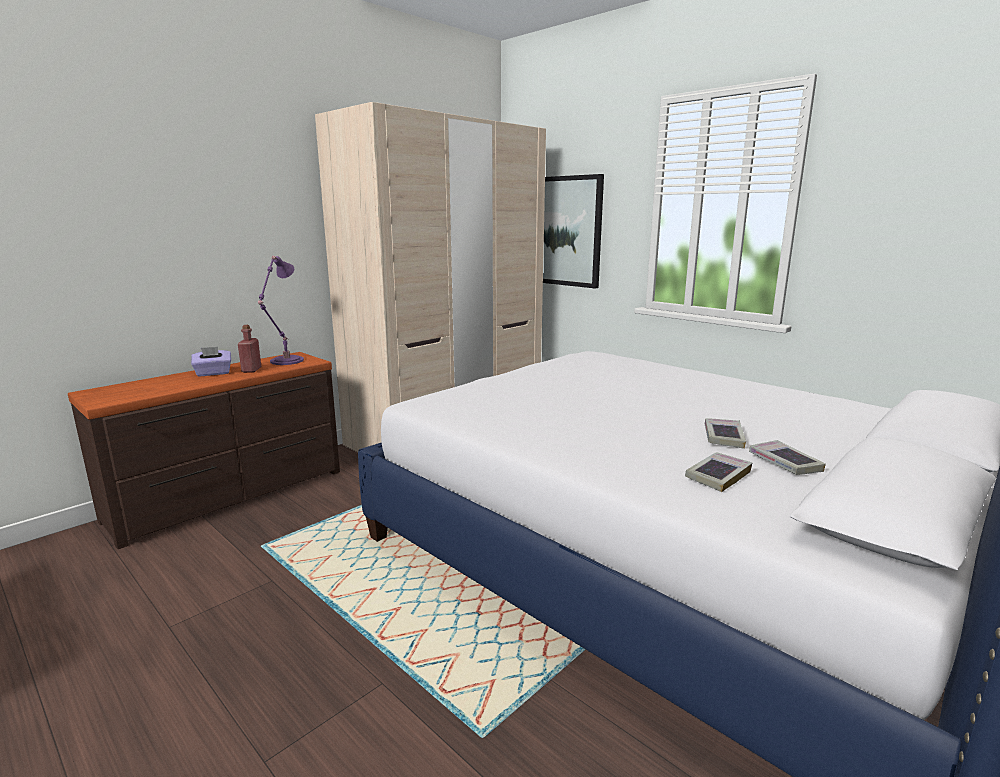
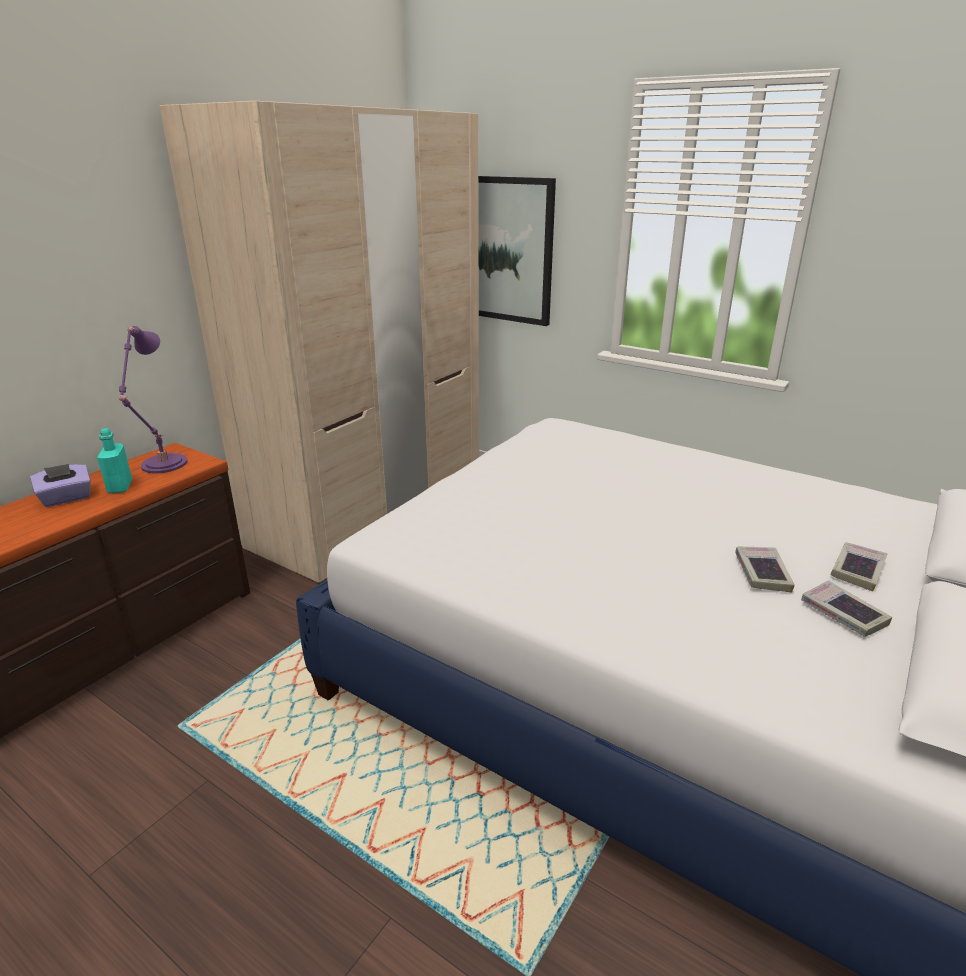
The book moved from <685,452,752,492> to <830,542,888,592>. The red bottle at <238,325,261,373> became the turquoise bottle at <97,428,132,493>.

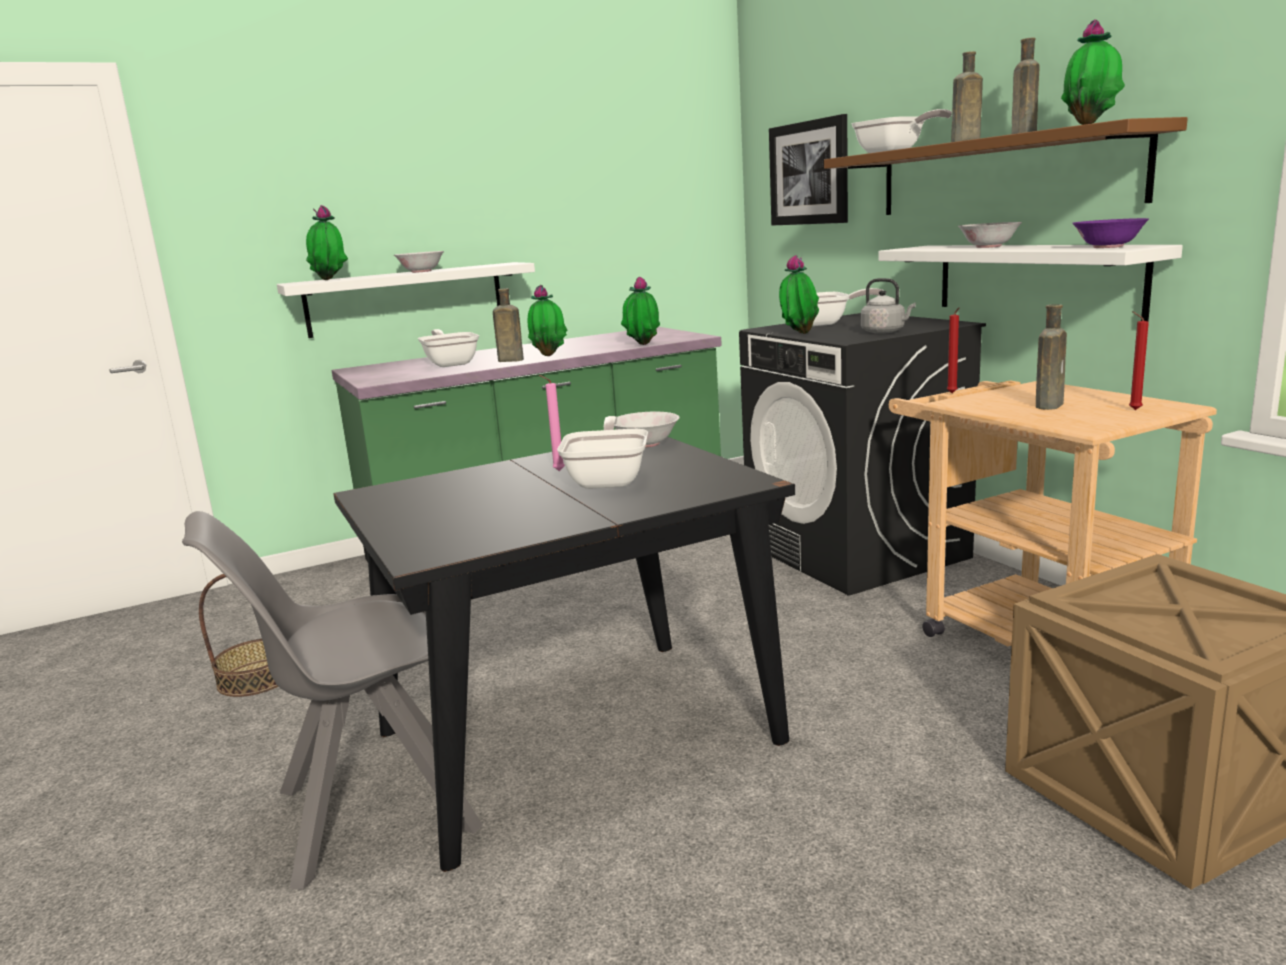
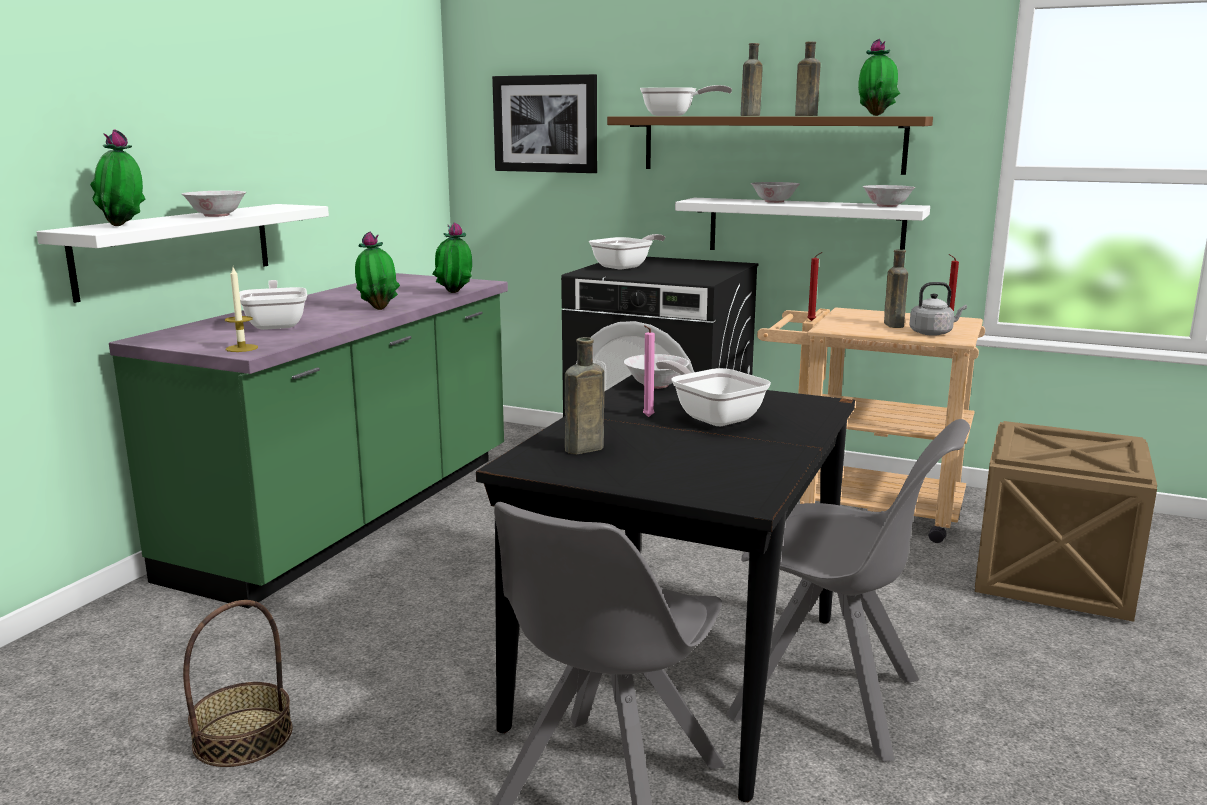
The potted plant at <779,255,819,334> disappeared. The candle at <225,267,258,352> appeared. The grey chair at <727,419,970,762> appeared. The brown bottle moved from <493,288,524,362> to <565,337,604,455>. The grey kettle moved from <861,278,916,334> to <909,282,967,336>. The purple bowl at <1072,218,1149,248> became the white bowl at <863,185,916,207>. The frying pan at <418,329,479,367> turned 45 degrees clockwise.

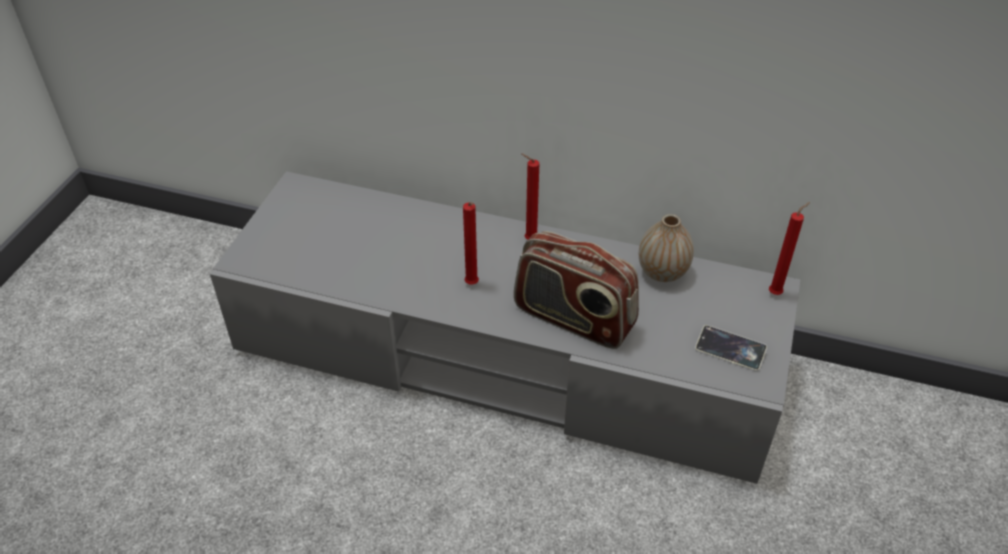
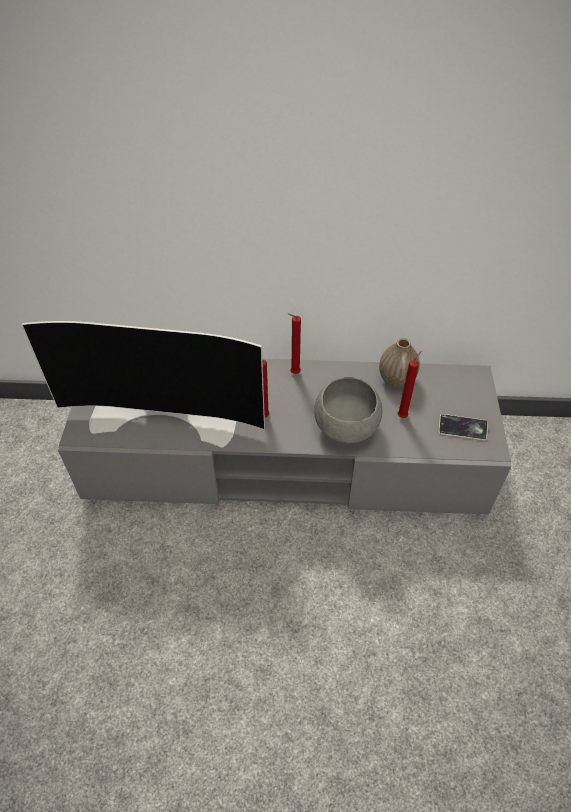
The television at <22,321,265,447> appeared. The red candle moved from <769,202,810,295> to <398,351,422,418>. The radio at <514,231,639,349> was replaced by the grey bowl at <314,377,382,443>.

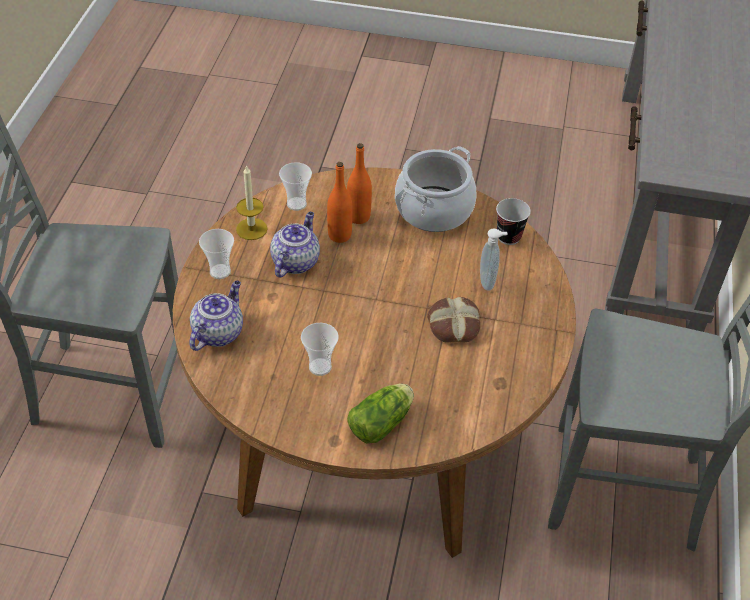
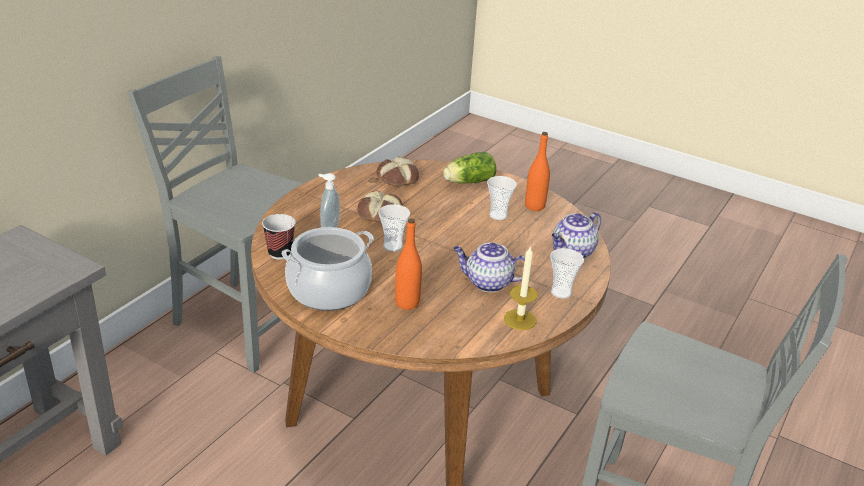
The bread at <376,156,419,187> appeared. The cup moved from <279,162,312,211> to <378,204,410,252>. The orange bottle moved from <327,162,353,243> to <525,132,550,211>. The teapot at <270,212,320,278> turned 60 degrees clockwise.

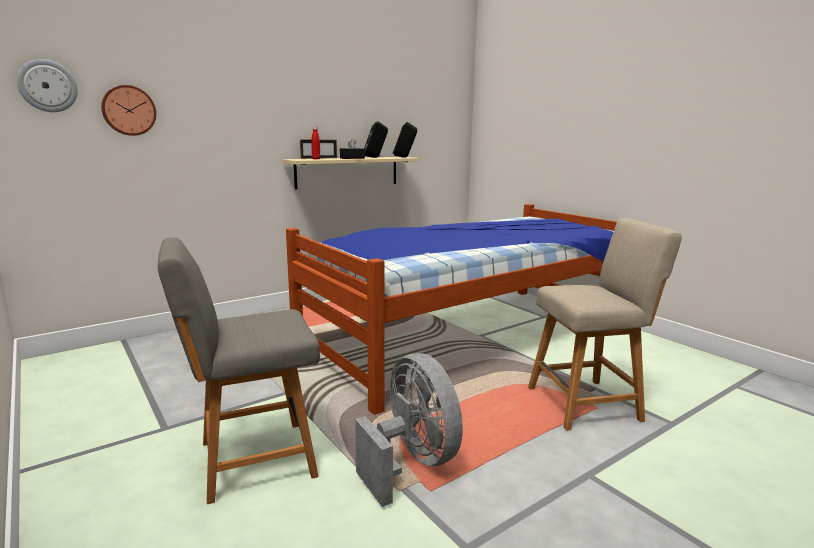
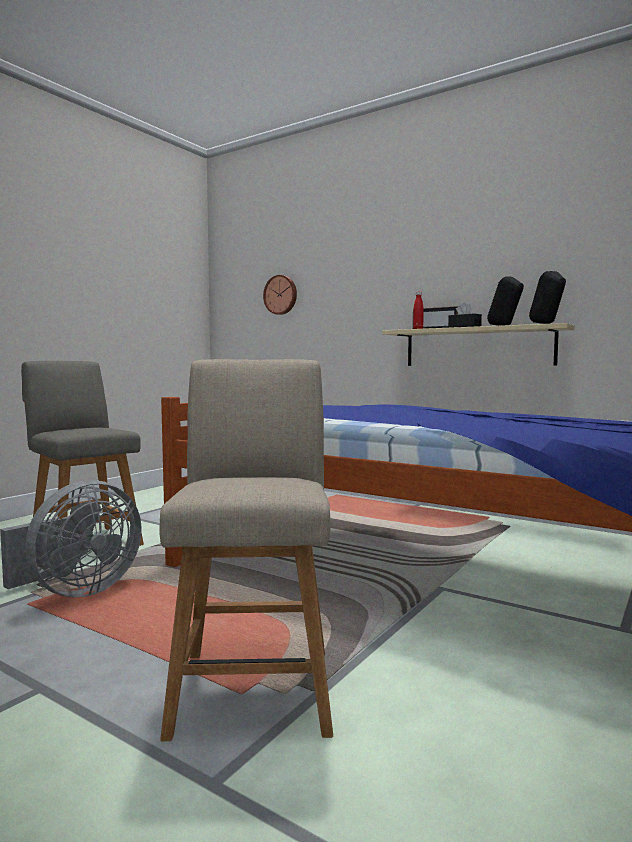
The wall clock at <17,59,78,112> disappeared. The beige chair at <528,218,682,431> turned 150 degrees counterclockwise.

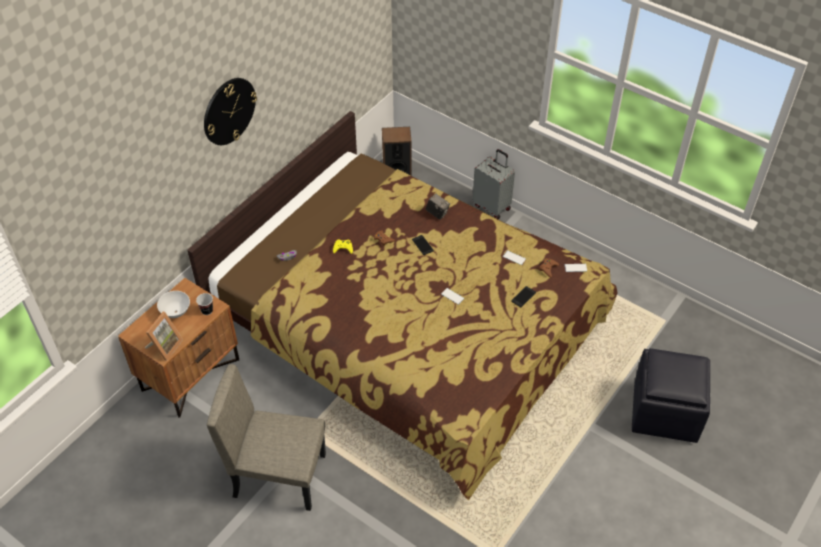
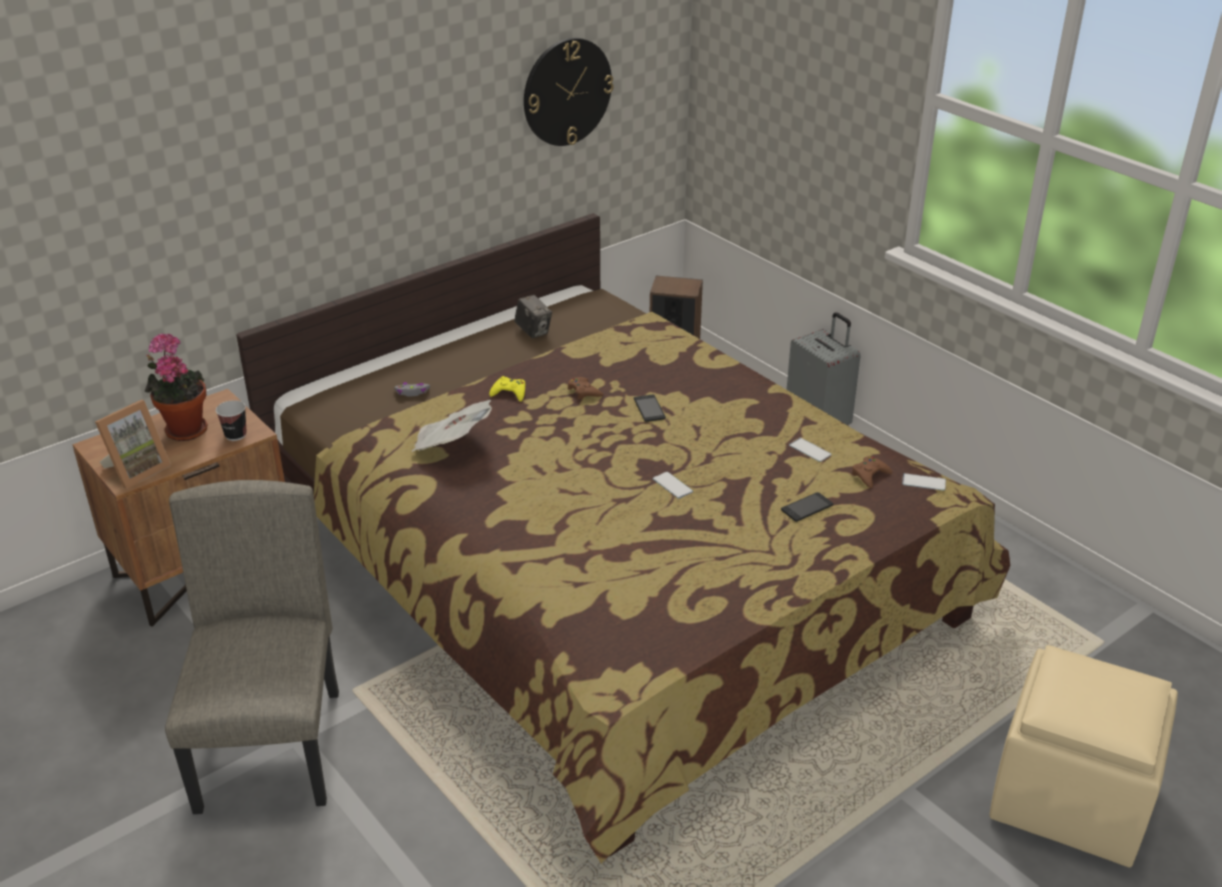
The newspaper at <412,400,492,452> appeared. The wall clock moved from <204,78,257,145> to <524,38,614,146>. The photo camera moved from <425,193,450,220> to <514,295,552,338>. The white bowl at <157,291,190,318> was replaced by the potted plant at <145,334,207,441>. The black ottoman at <632,348,710,443> became the beige ottoman at <989,645,1178,867>. The beige chair at <207,364,326,511> turned 60 degrees clockwise.

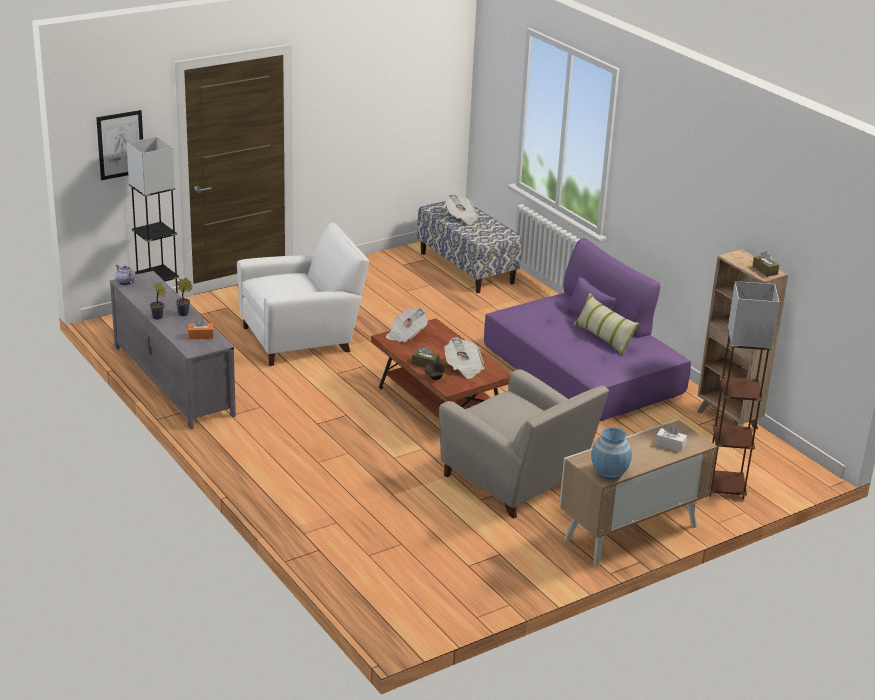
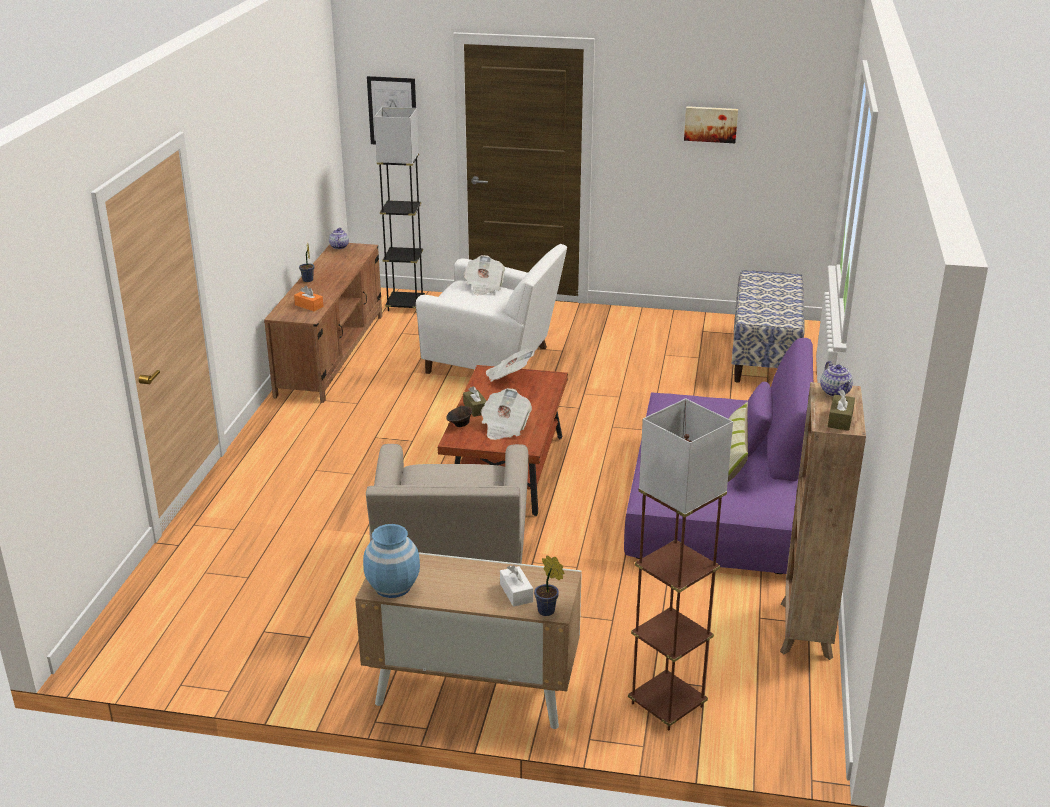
The picture at <684,106,738,143> appeared. The teapot at <820,361,853,397> appeared. The potted plant moved from <176,278,192,316> to <534,555,565,616>. The newspaper moved from <445,194,479,225> to <463,255,505,295>. The grey tv stand at <110,271,236,429> became the brown tv stand at <264,243,382,403>.

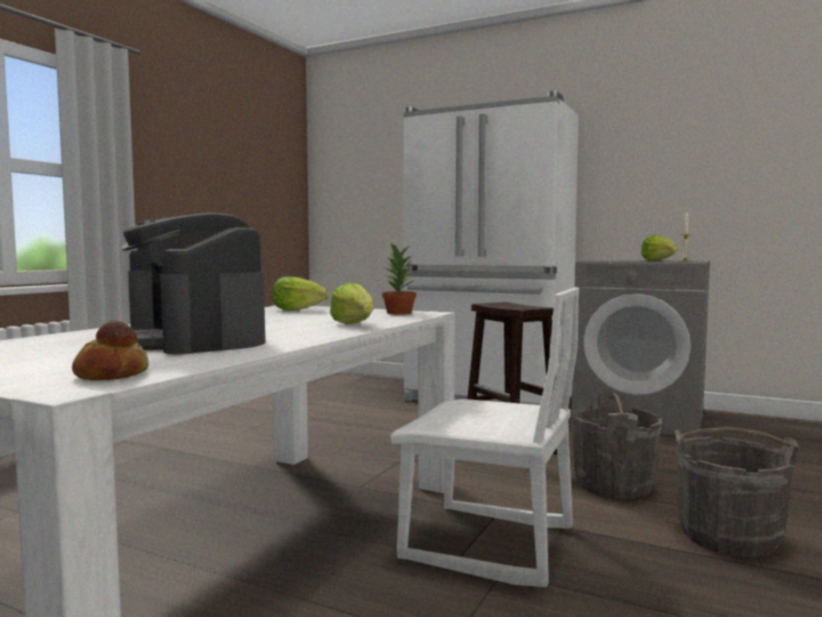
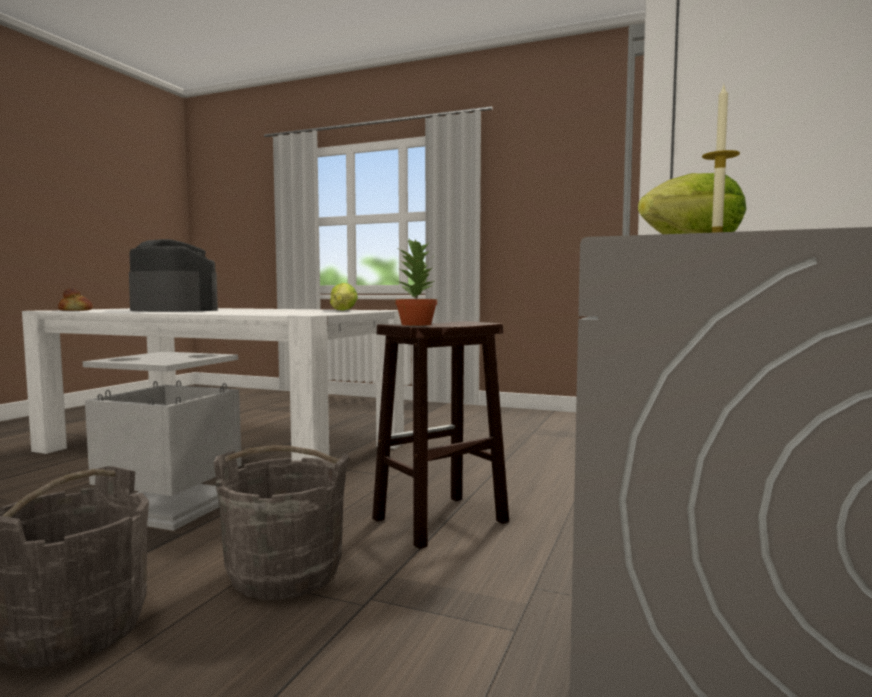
The lettuce at <330,283,374,324> disappeared. The potted plant moved from <382,243,416,315> to <395,239,437,326>. The white chair at <390,287,579,587> was replaced by the grey trash can at <82,352,242,531>. The coffee machine at <121,213,265,354> turned 75 degrees clockwise.

